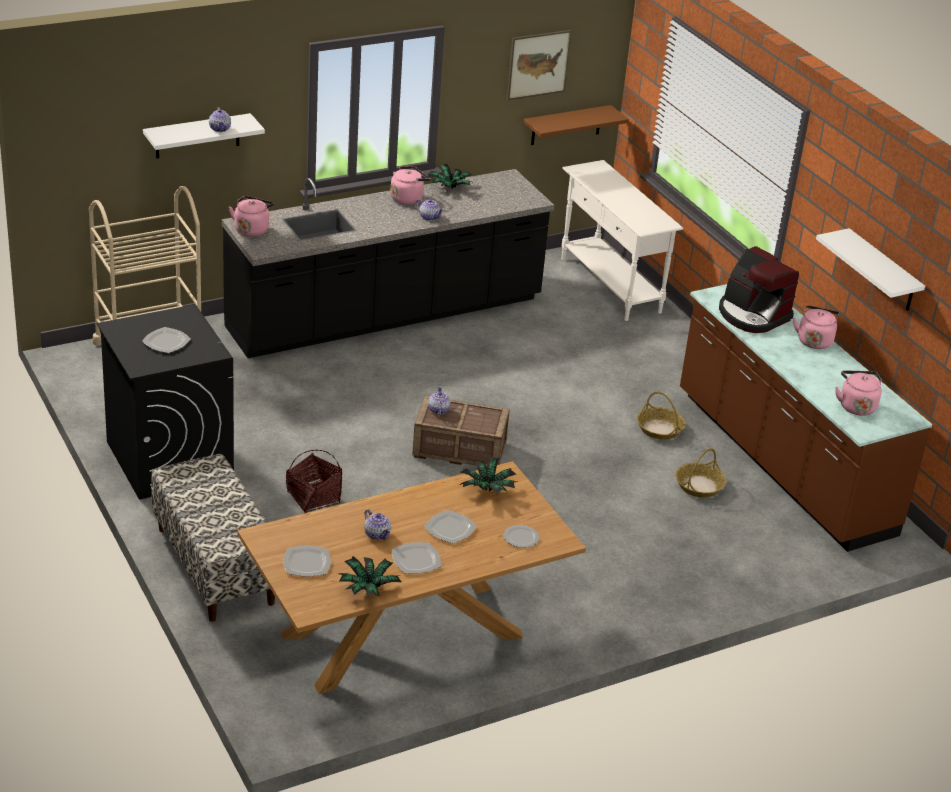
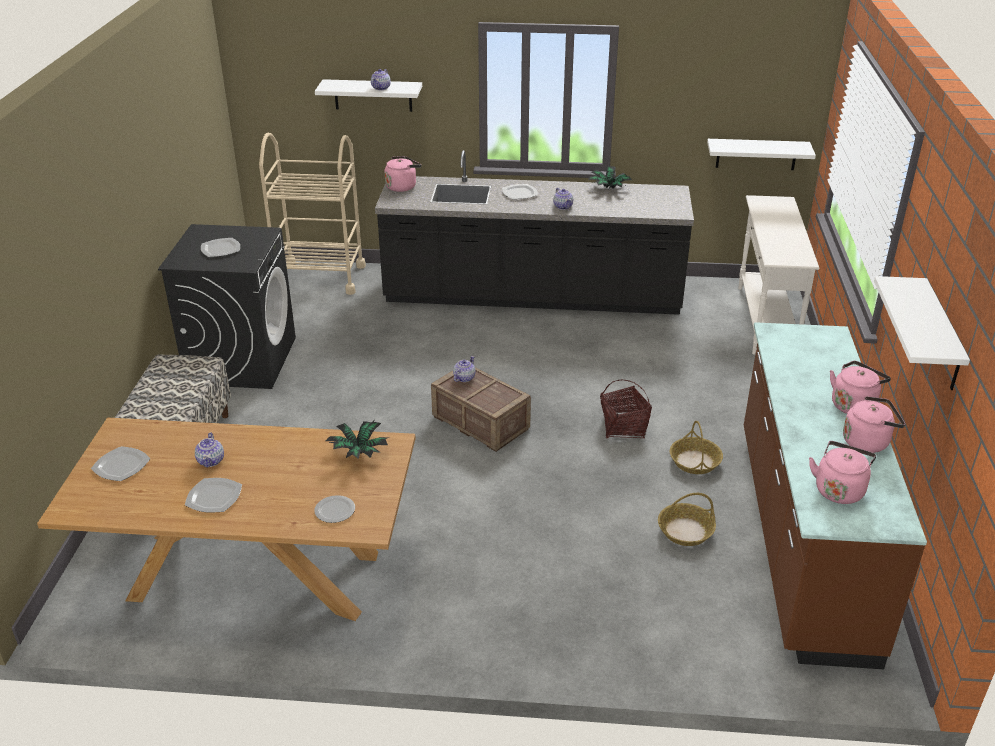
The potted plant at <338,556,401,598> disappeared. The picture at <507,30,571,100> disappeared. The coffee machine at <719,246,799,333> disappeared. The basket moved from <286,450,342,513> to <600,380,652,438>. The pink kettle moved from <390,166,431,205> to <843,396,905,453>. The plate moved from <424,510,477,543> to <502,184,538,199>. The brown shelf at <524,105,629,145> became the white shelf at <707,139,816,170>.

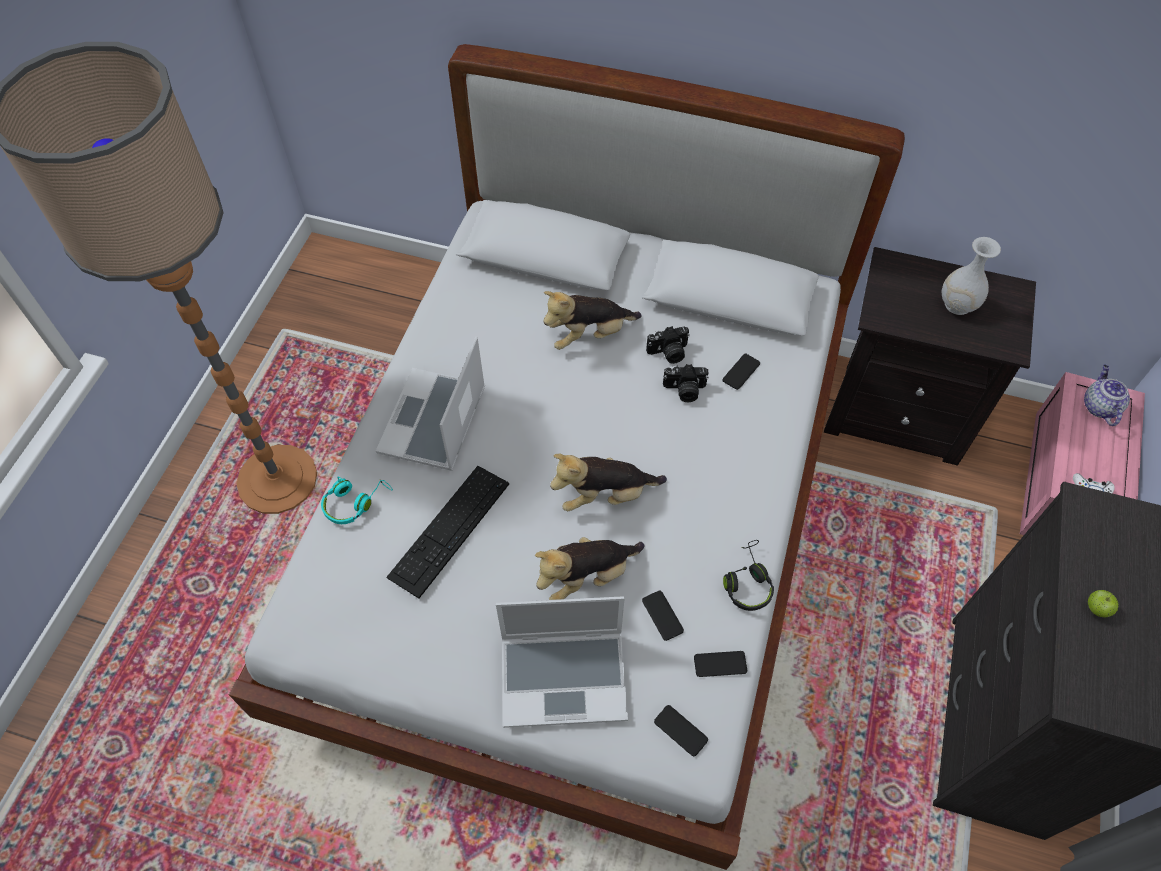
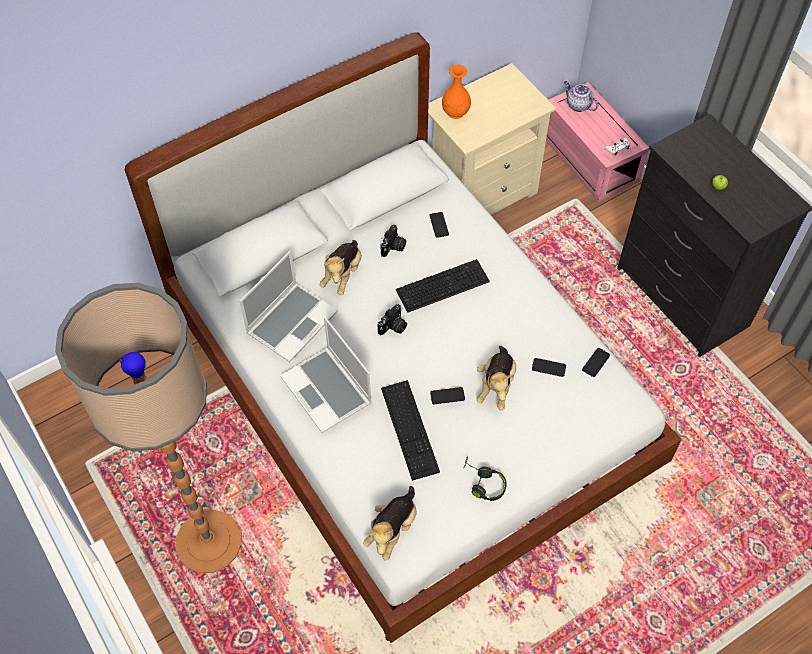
The turquoise headphones at <321,476,393,524> disappeared. The white vase at <942,237,1001,315> disappeared. The keyboard at <396,259,490,313> appeared. The orange vase at <442,64,471,119> appeared. The laptop moved from <496,596,628,728> to <239,251,338,362>. The plush toy moved from <550,453,667,511> to <363,486,417,560>. The phone moved from <654,705,708,756> to <430,387,465,404>. The photo camera moved from <663,364,709,402> to <378,304,407,335>. The black headphones moved from <723,540,774,611> to <463,456,507,501>. The black nightstand at <824,247,1036,466> became the beige nightstand at <428,63,557,215>.

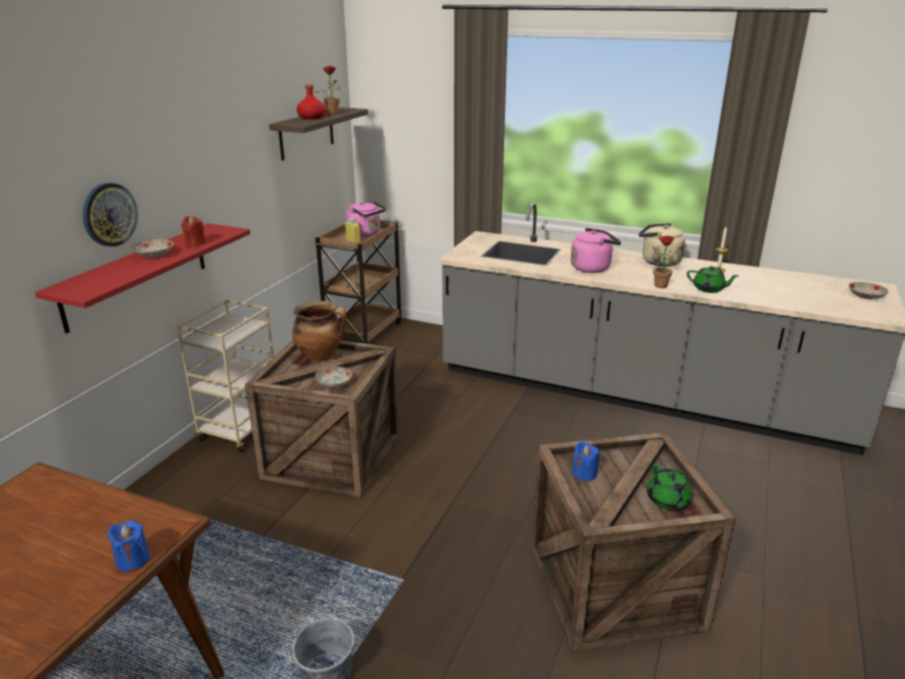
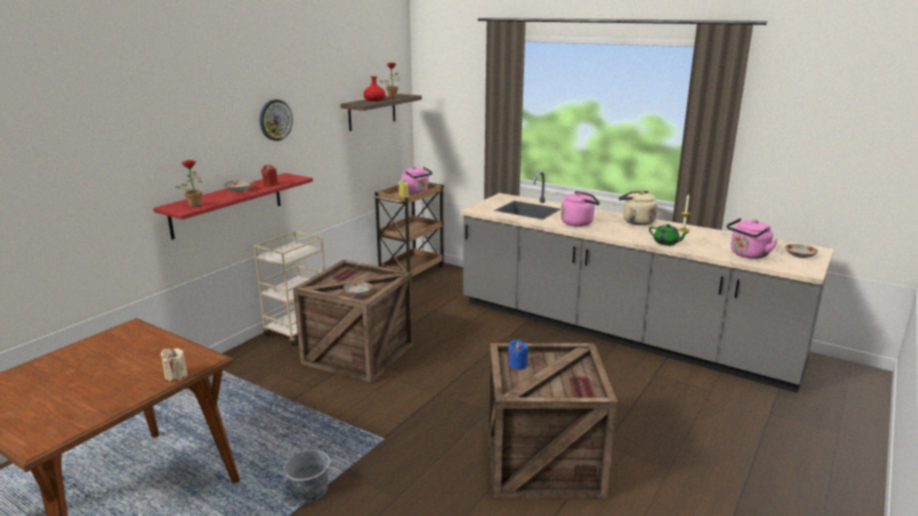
The cooking pot at <292,301,347,362> disappeared. The green teapot at <647,464,693,510> disappeared. The pink kettle at <727,218,778,259> appeared. The wall clock moved from <83,183,138,247> to <260,99,293,141>. The potted plant moved from <652,236,679,288> to <175,160,202,208>. The blue candle at <108,520,150,572> became the beige candle at <161,348,188,381>.

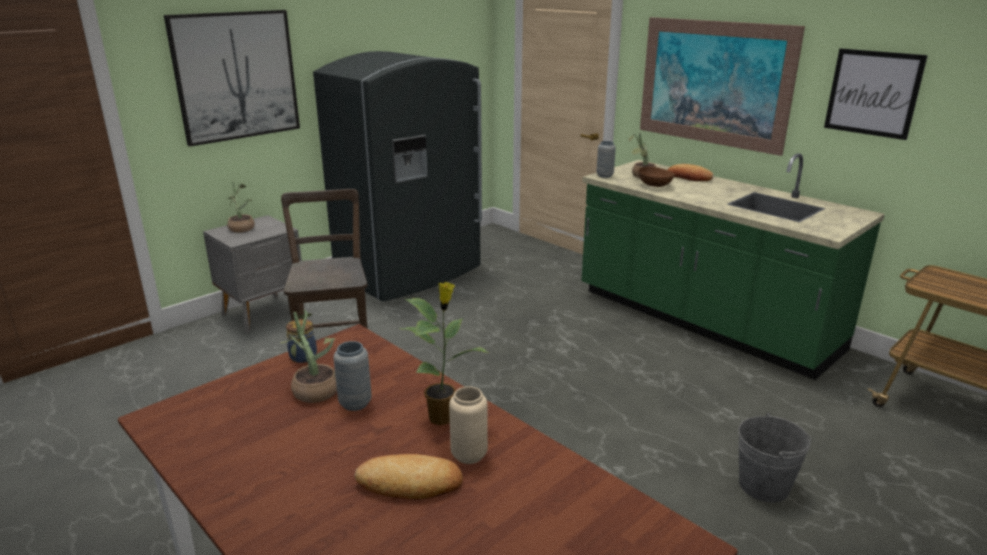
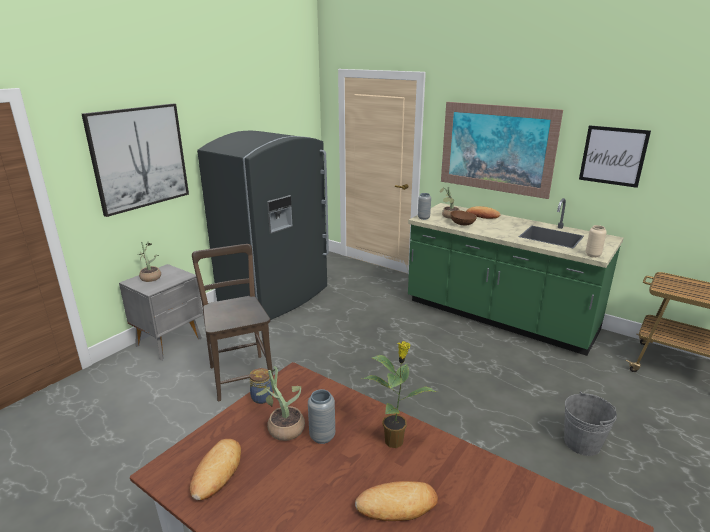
The bread at <190,439,241,500> appeared. The beige vase moved from <449,386,488,464> to <586,225,607,258>.

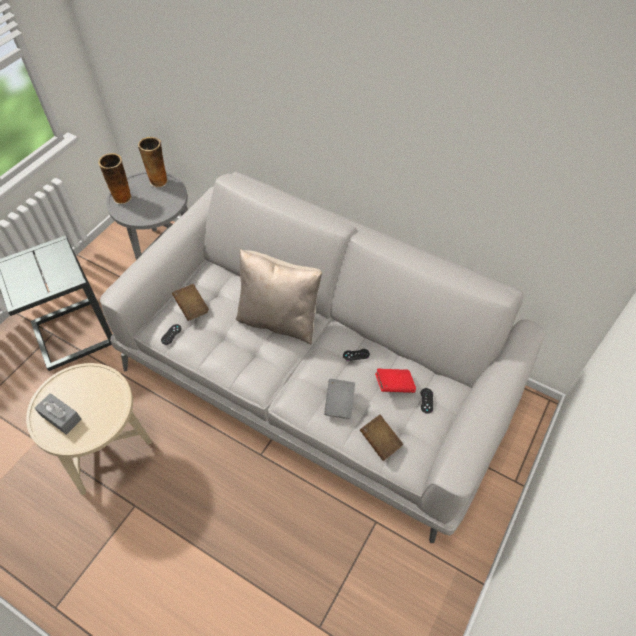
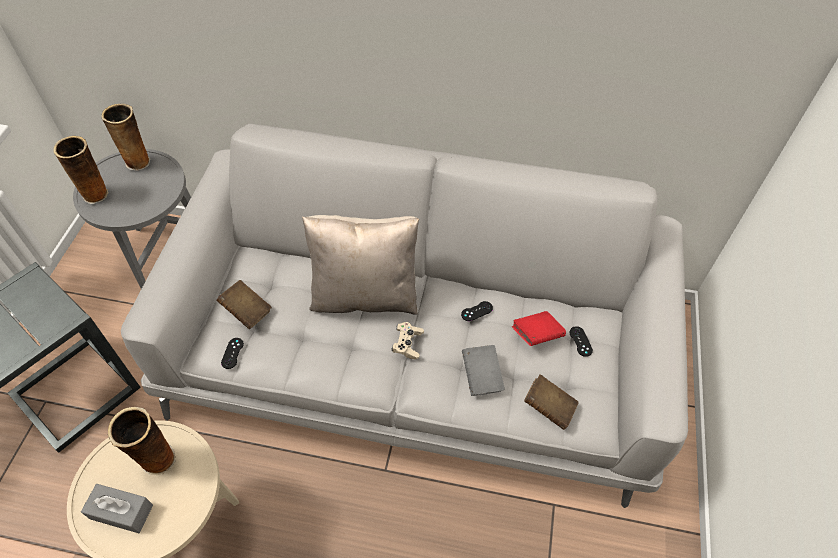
The vase at <108,407,176,476> appeared. The beige game controller at <392,322,424,360> appeared.

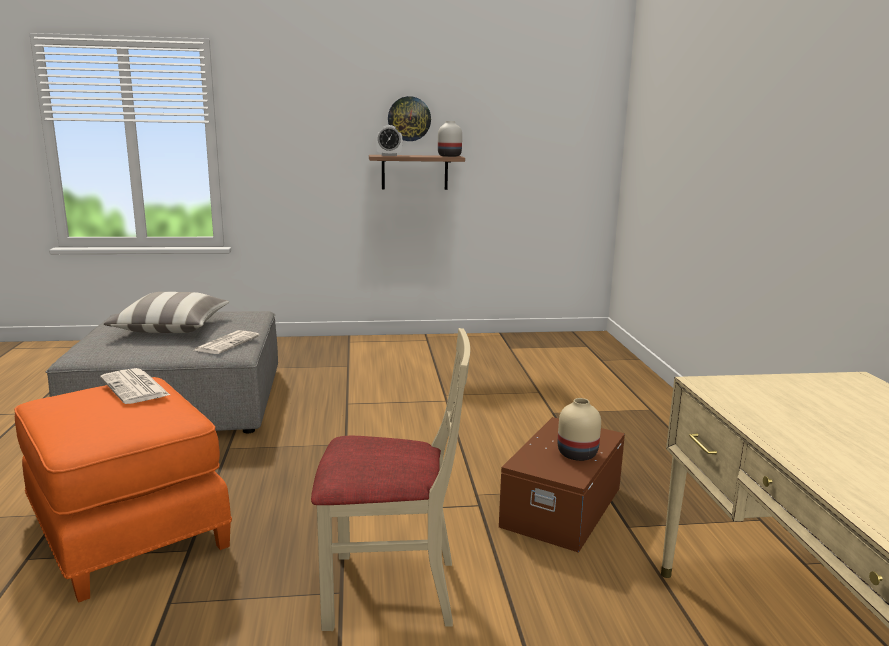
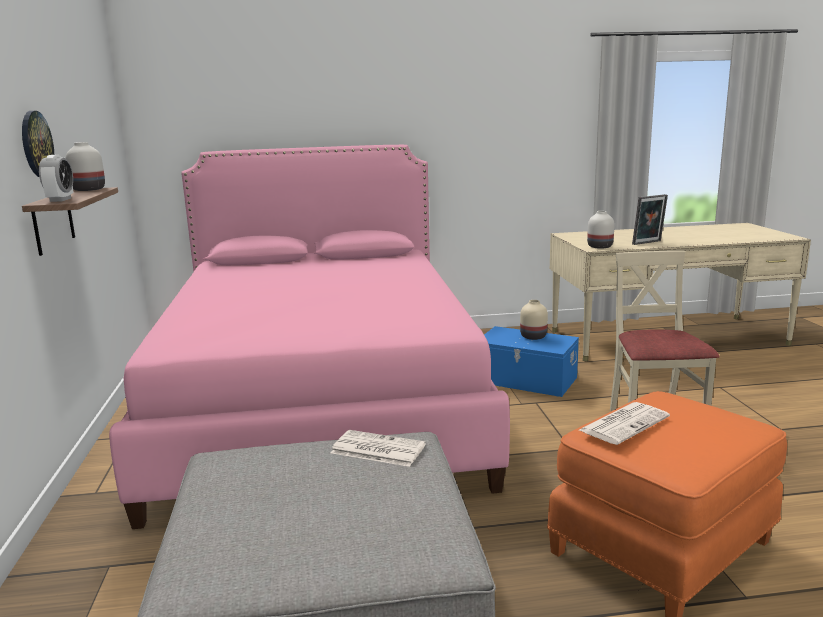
The pillow at <104,292,229,333> disappeared. The pink bed at <109,145,510,529> appeared. The white vase at <587,211,614,249> appeared. The picture frame at <632,194,668,245> appeared. The brown storage box at <499,417,625,553> became the blue storage box at <484,326,579,397>.

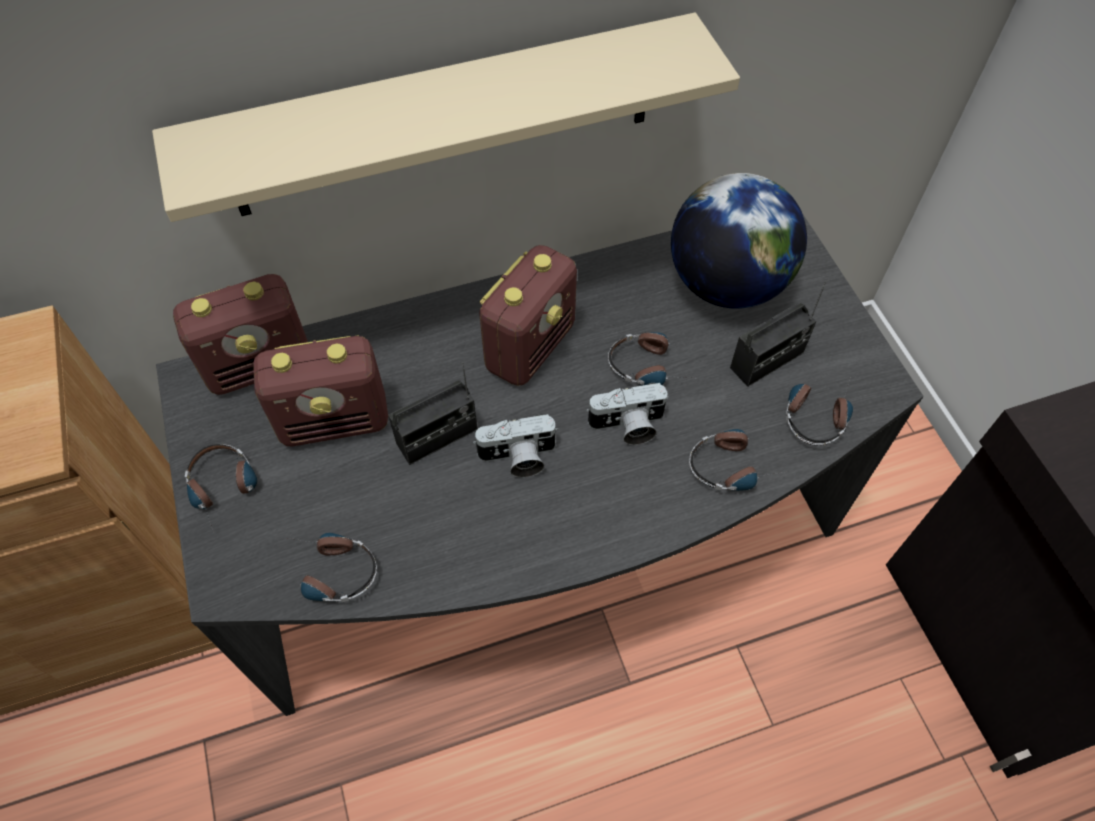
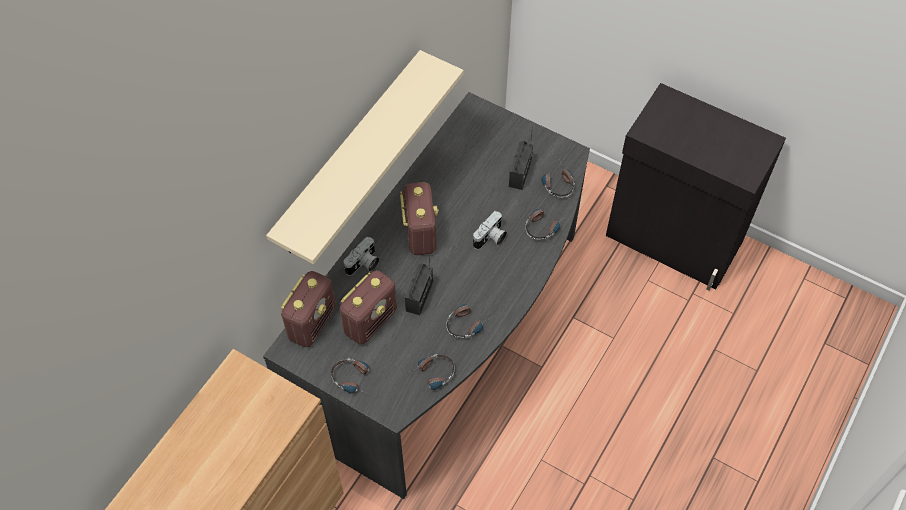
The globe at <671,173,807,309> disappeared. The photo camera moved from <473,414,558,477> to <344,237,380,276>. The headphones moved from <608,332,689,386> to <446,304,483,338>.

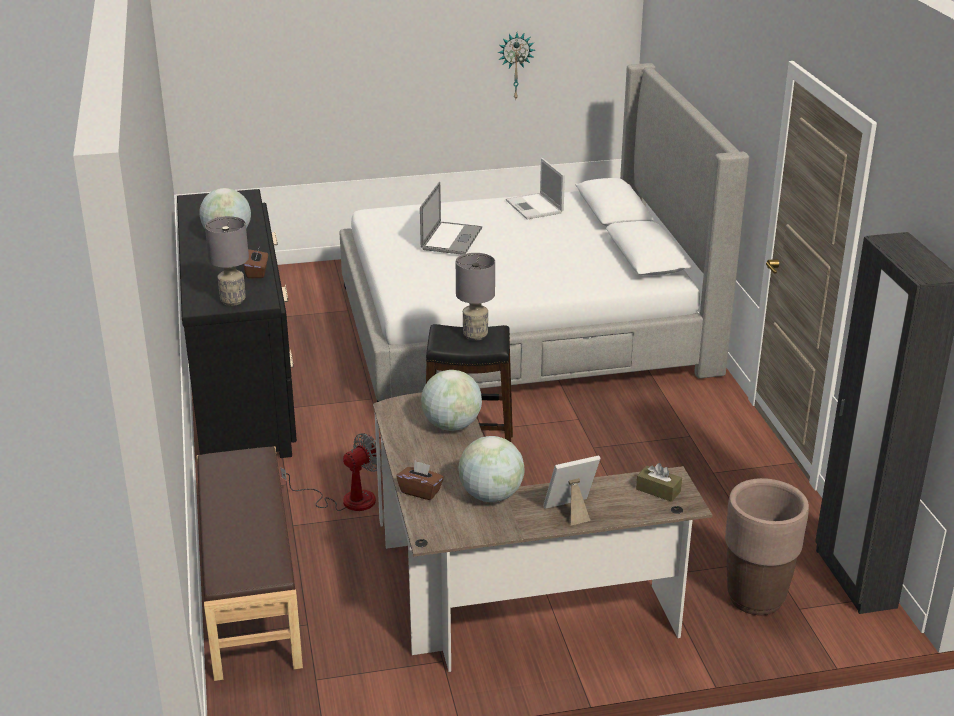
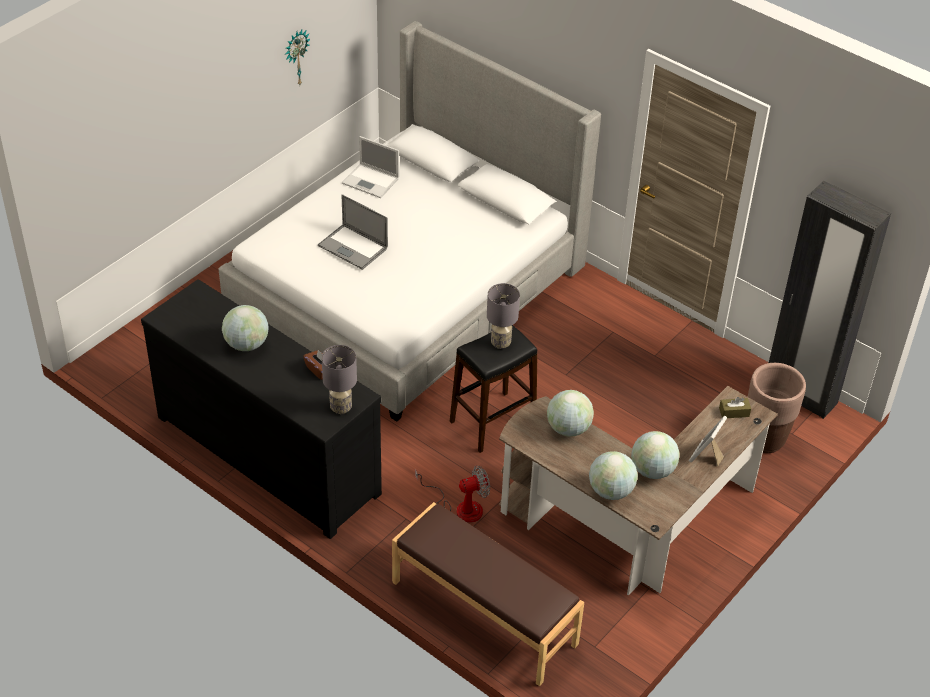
The brown tissue box at <396,461,444,500> was replaced by the globe at <589,451,638,500>. The fan at <280,433,382,511> turned 60 degrees clockwise. The laptop at <420,182,482,255> turned 150 degrees clockwise.

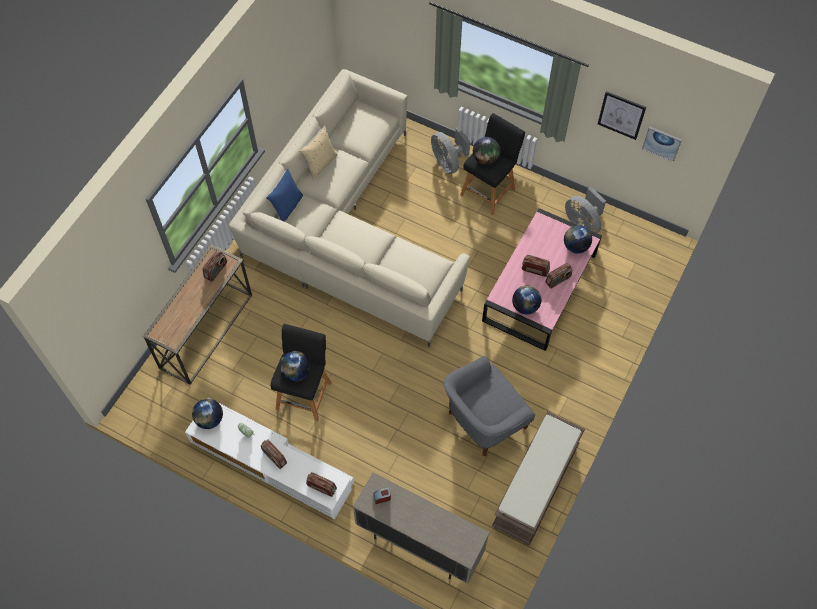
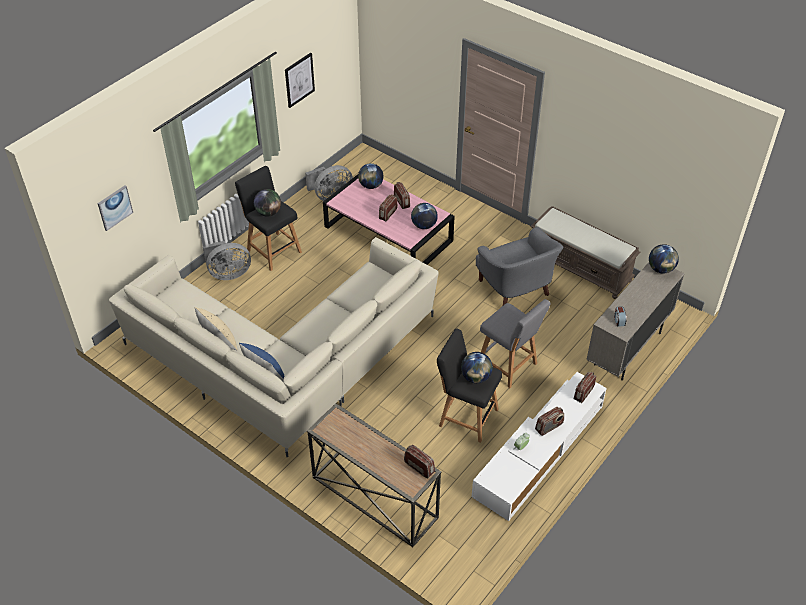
The grey stool at <480,299,551,388> appeared. The globe moved from <192,399,223,429> to <649,244,679,274>. The radio moved from <202,251,227,282> to <404,445,435,478>. The picture moved from <642,126,682,162> to <98,185,133,231>.

